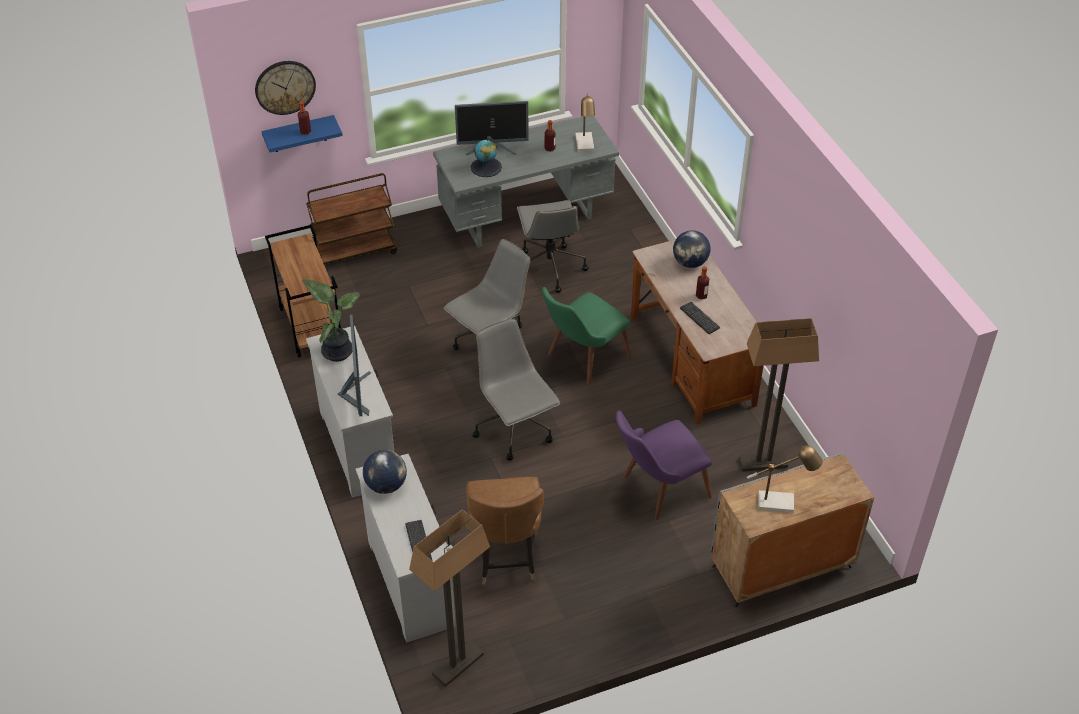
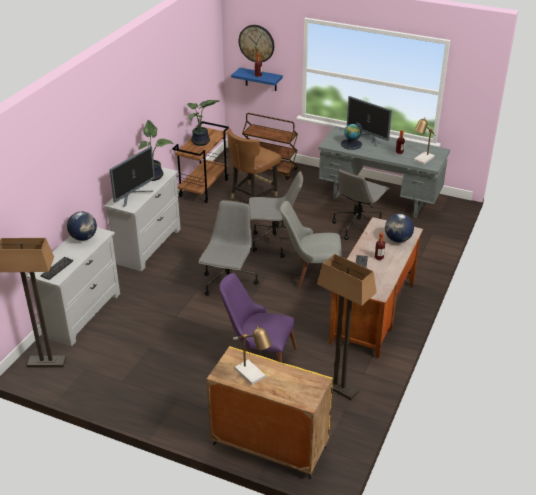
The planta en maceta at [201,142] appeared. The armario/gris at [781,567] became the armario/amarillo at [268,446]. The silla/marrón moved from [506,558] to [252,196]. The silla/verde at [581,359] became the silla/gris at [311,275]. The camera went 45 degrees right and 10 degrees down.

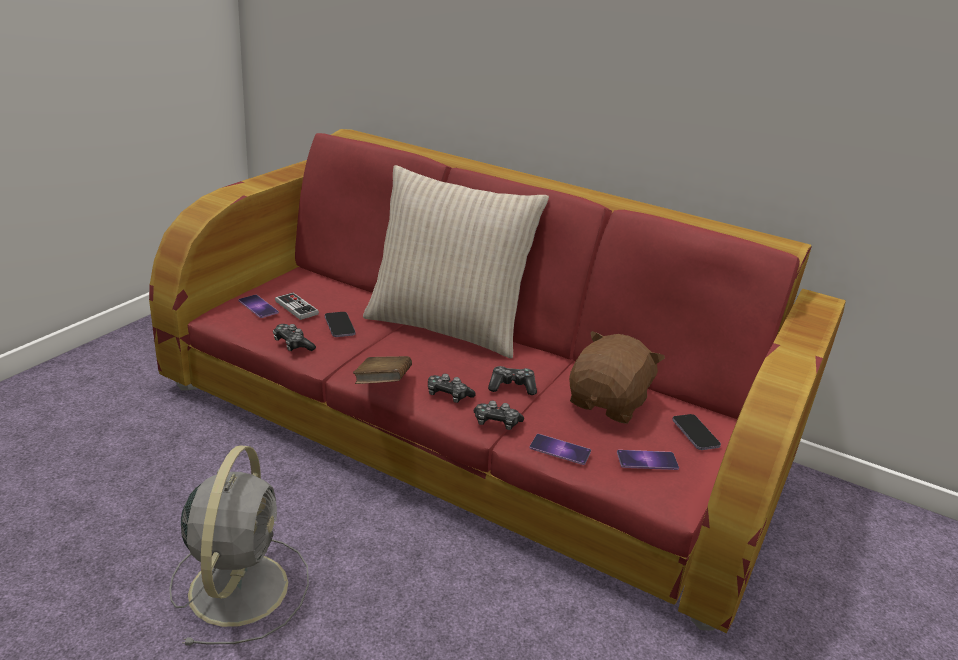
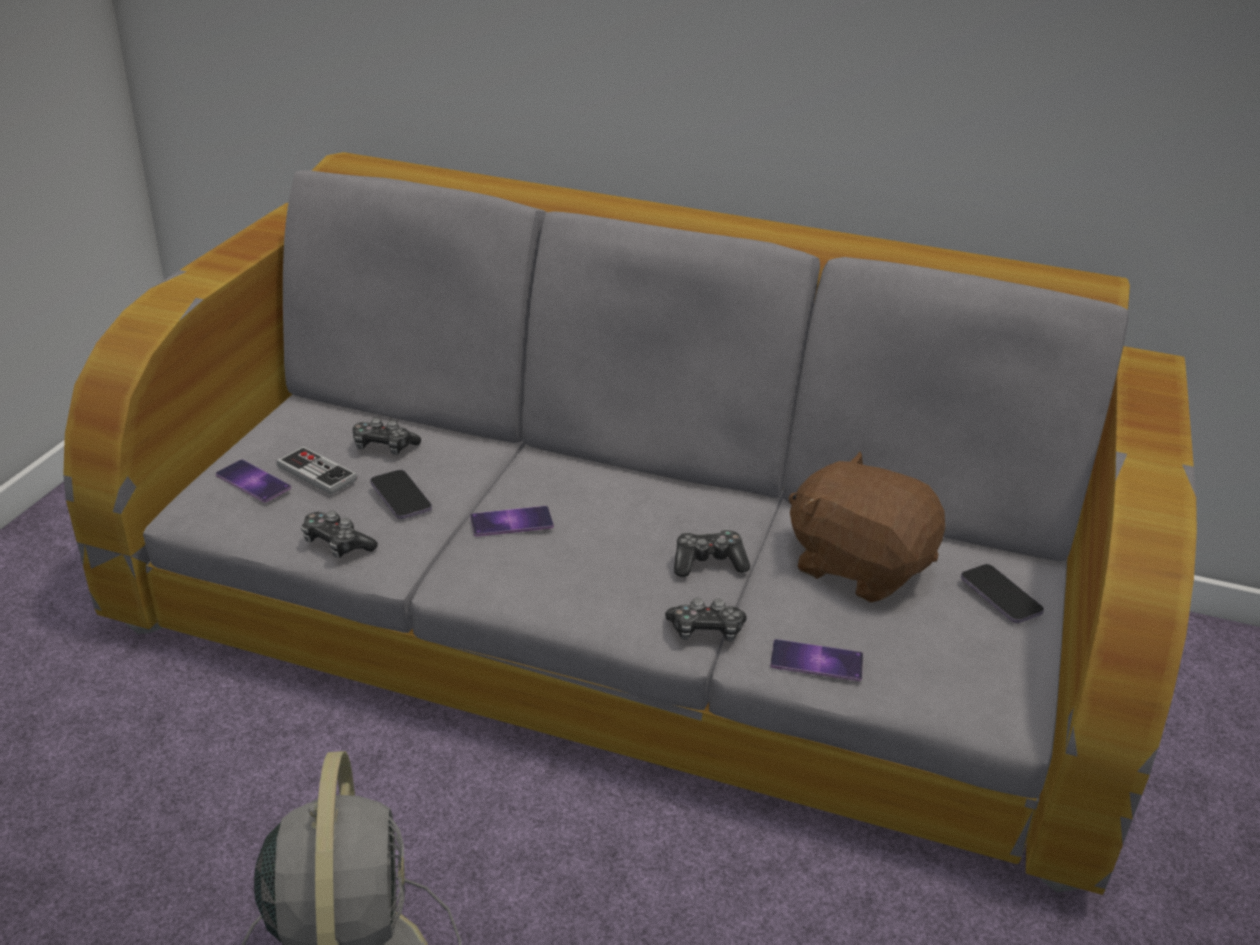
The sofá/rojo at [471,427] became the sofá/gris at [626,619]. The mando de consola moved from [448,395] to [384,447]. The móvil moved from [647,460] to [511,522]. The peluche/marrón at [608,403] turned 75 degrees counterclockwise. The libro/marrón at [382,384] disappeared. The cojín/beis at [447,327] disappeared. The camera went 10 degrees left and 5 degrees up.

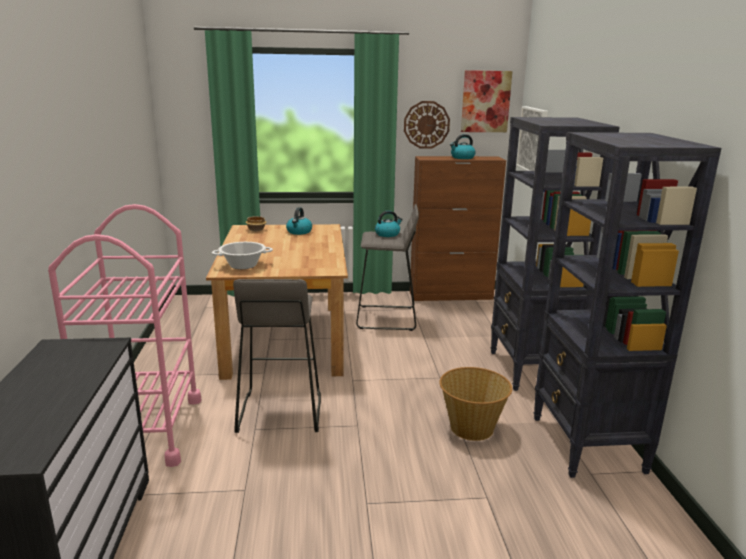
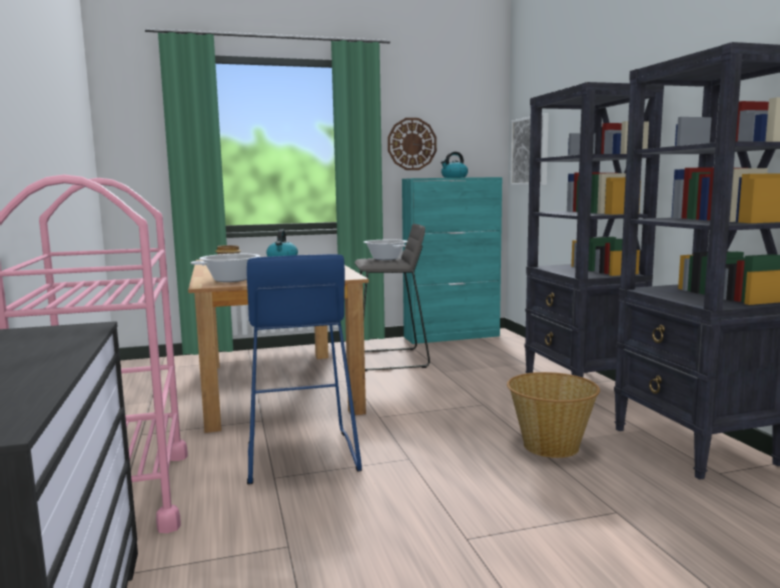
The taburete/gris at [279,412] became the taburete/azul at [300,457]. The hervidor at [387,234] was replaced by the olla at [385,258]. The armario/marrón at [451,295] became the armario/turquesa at [452,336]. The cuadro at [485,101] disappeared. The camera went 10 degrees left and 10 degrees down.

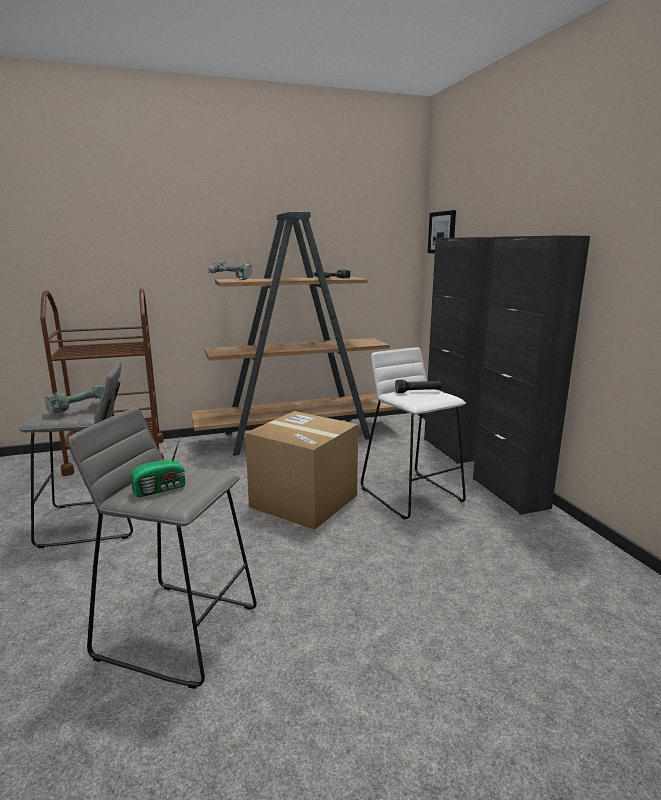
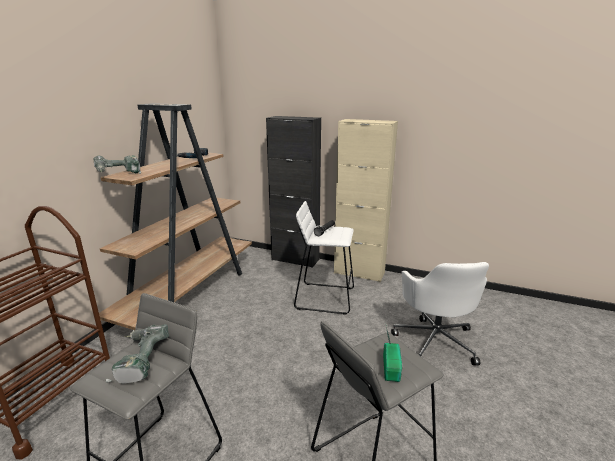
The armario/negro at [509,493] became the armario/beis at [359,273]. The silla de oficina/blanco at [435,341] appeared. The caja de cartón at [304,501] disappeared. The cuadro at [442,232] disappeared. The camera went 50 degrees left and 5 degrees up.

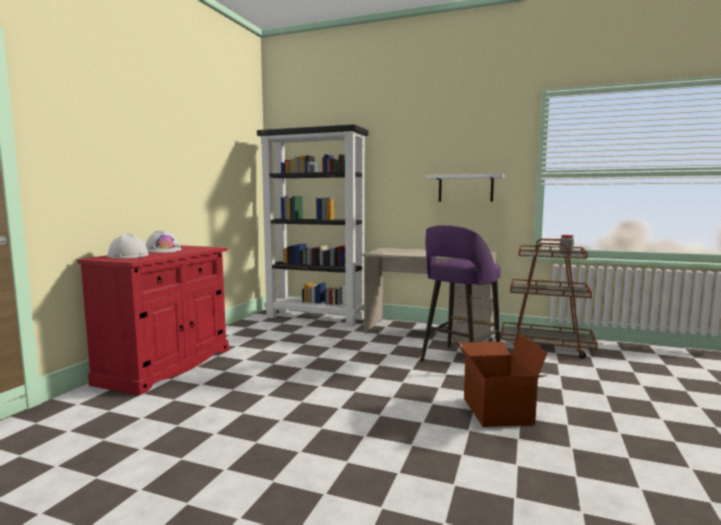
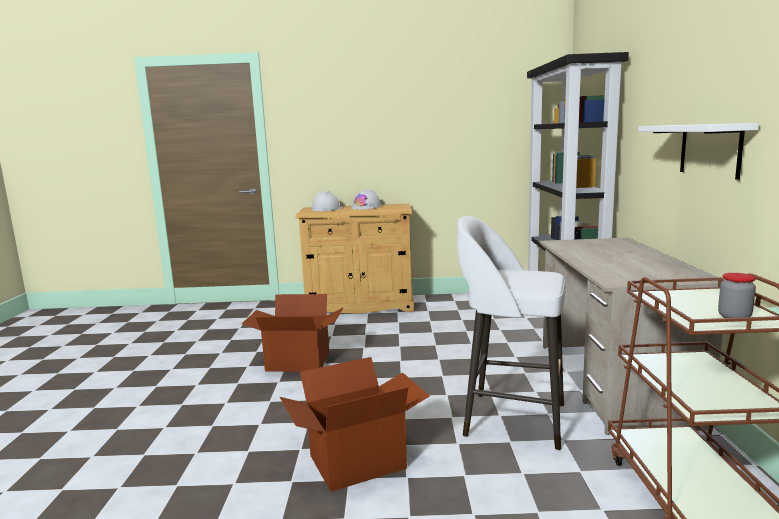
The caja de cartón at [297,362] appeared. The armario/rojo at [166,366] became the armario/beis at [360,305]. The taburete/morado at [459,360] became the taburete/blanco at [511,419]. The camera went 70 degrees right and 5 degrees up.

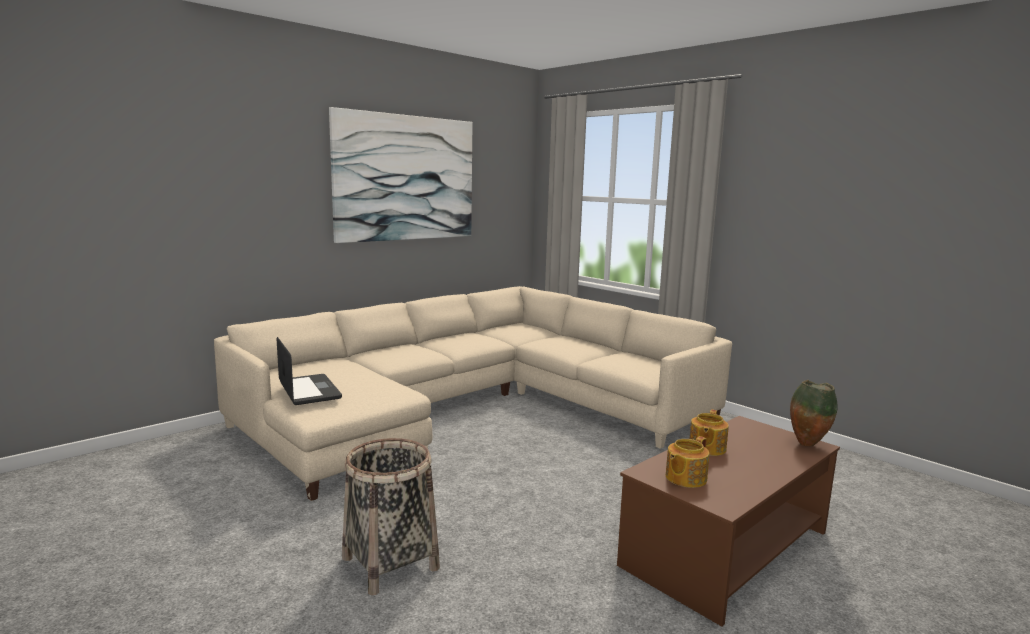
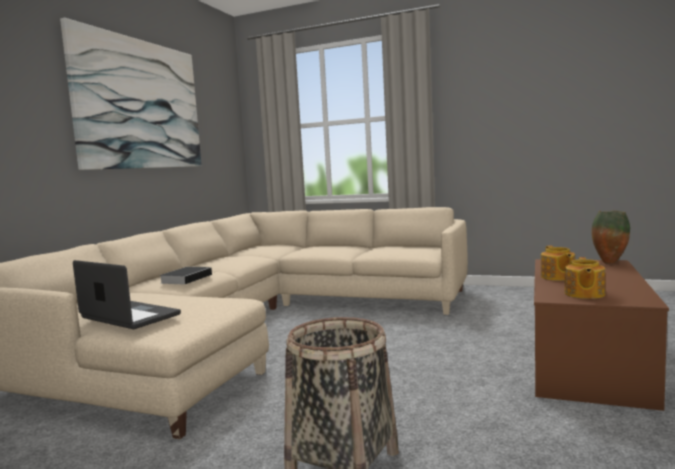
The libro at [187,278] appeared. The camera went 25 degrees left and 5 degrees down.

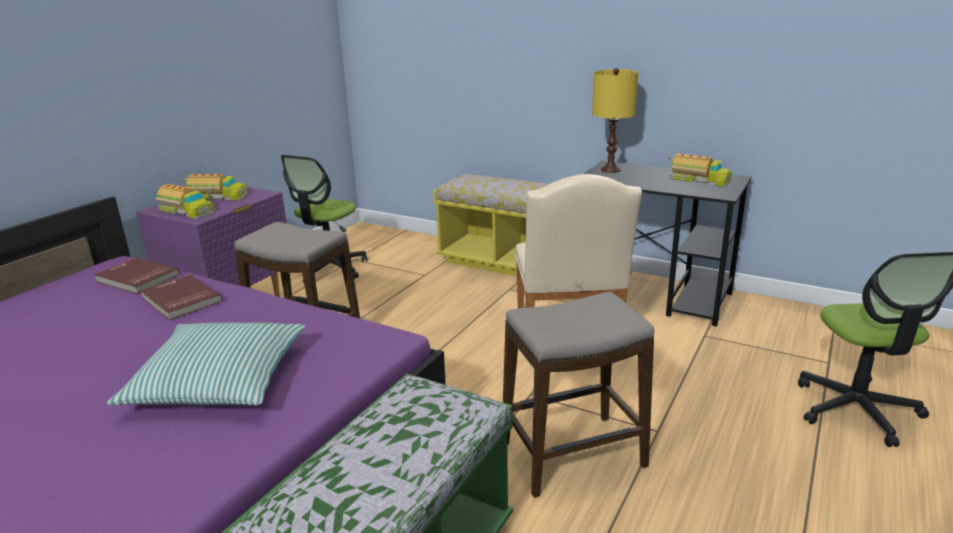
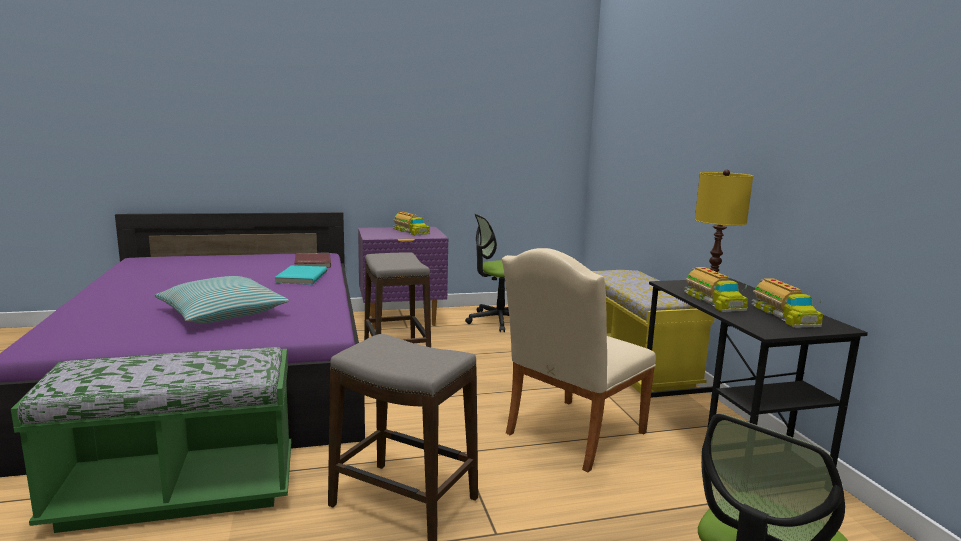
The libro/rojo at [180,300] became the libro/turquesa at [300,277]. The camión de juguete moved from [185,211] to [712,301]. The camera went 45 degrees right and 10 degrees down.

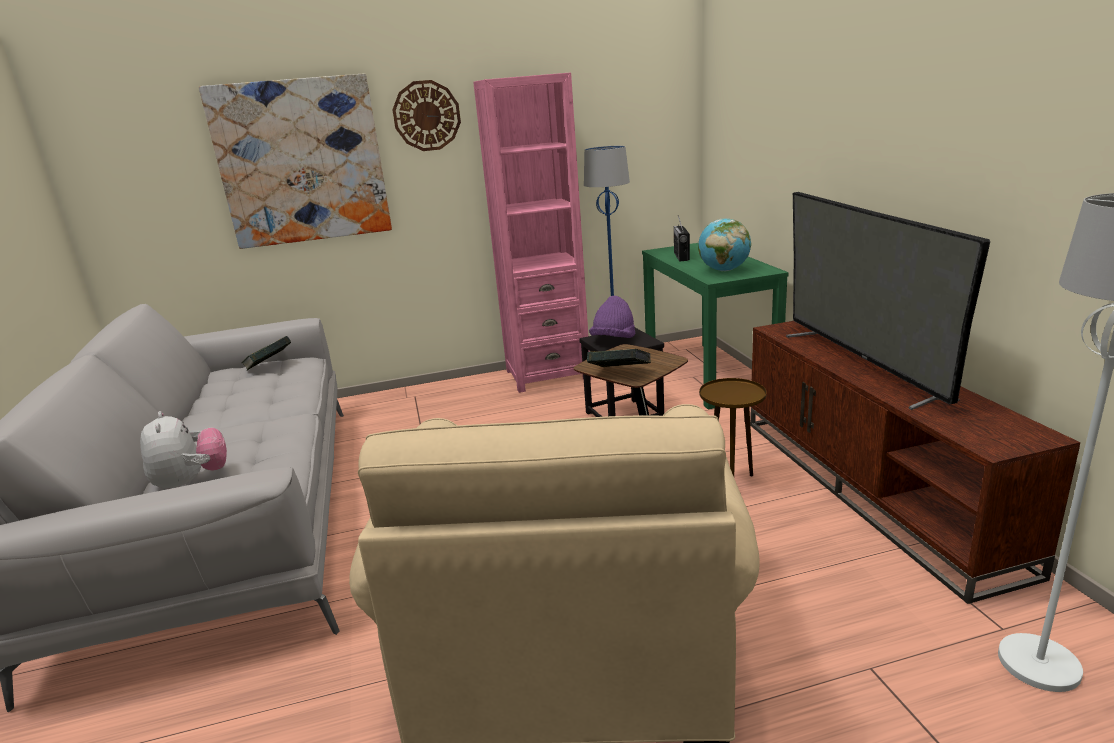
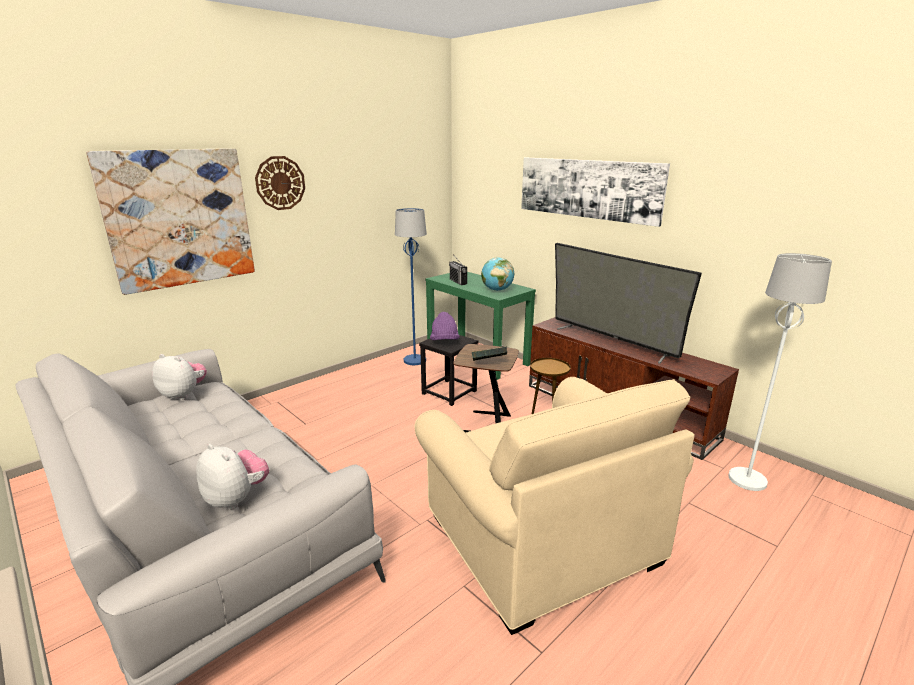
The libro at [269,366] was replaced by the peluche at [184,394]. The cuadro at [587,188] appeared. The estantería/rosa at [547,375] disappeared. The camera went 30 degrees left and 0 degrees up.

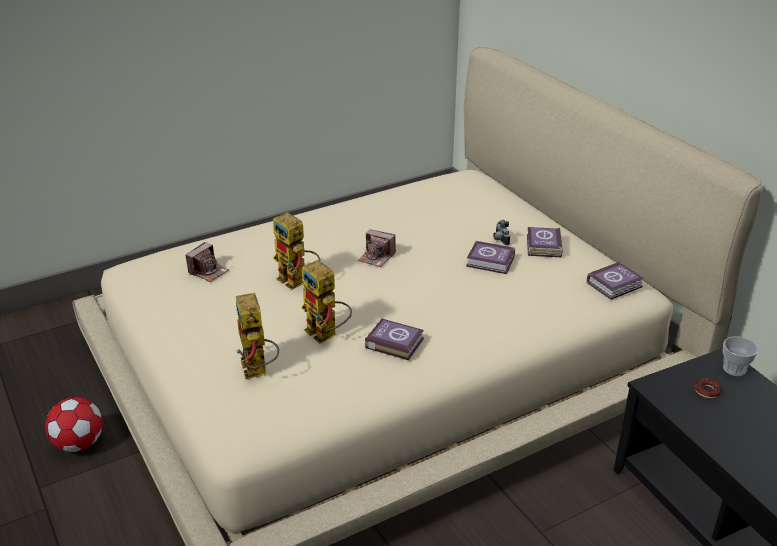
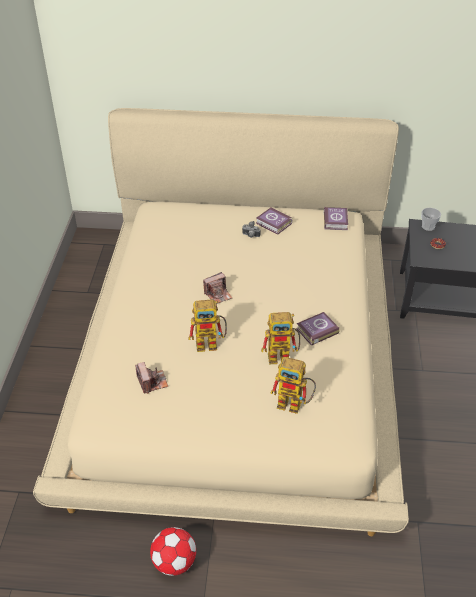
The libro at [491,262] disappeared. The camera went 55 degrees left and 10 degrees up.

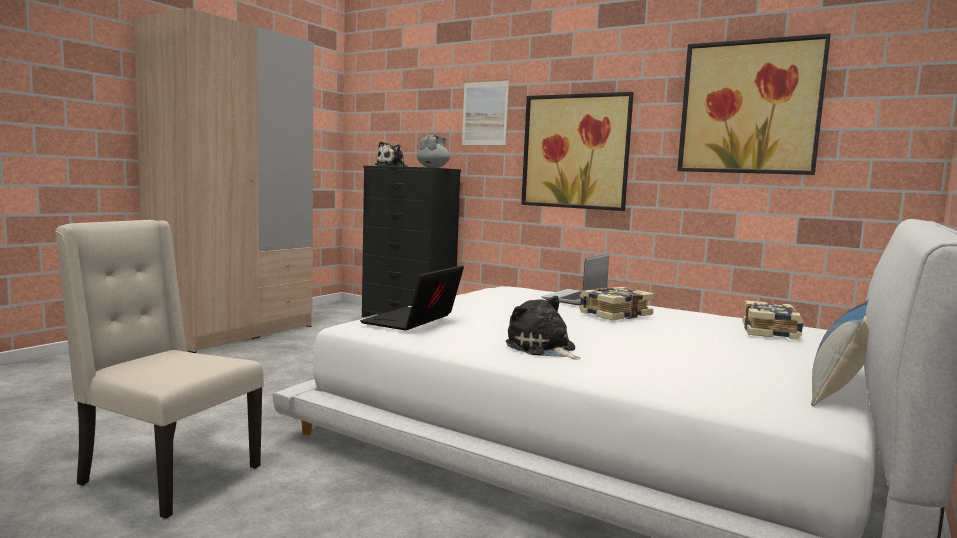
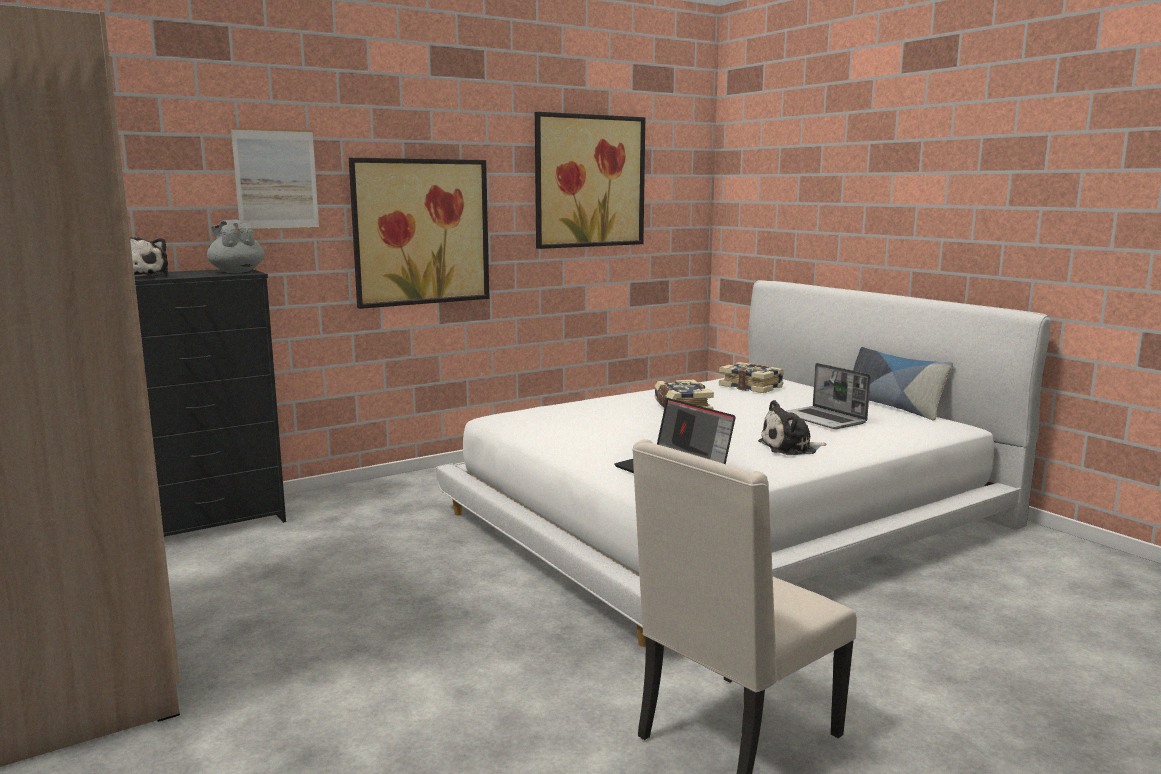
The portátil moved from [575,299] to [824,419]. The camera went 65 degrees left and 5 degrees up.

